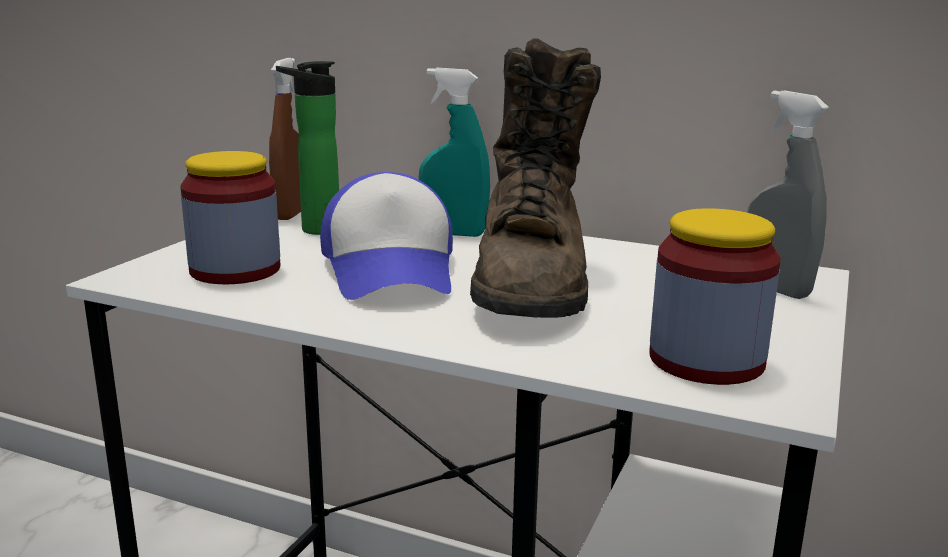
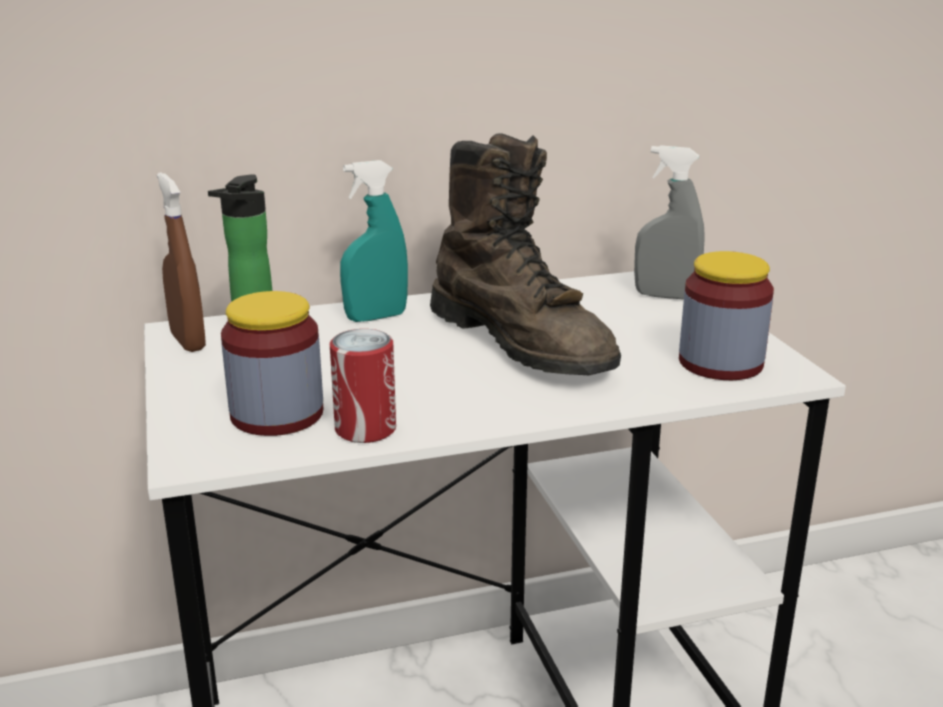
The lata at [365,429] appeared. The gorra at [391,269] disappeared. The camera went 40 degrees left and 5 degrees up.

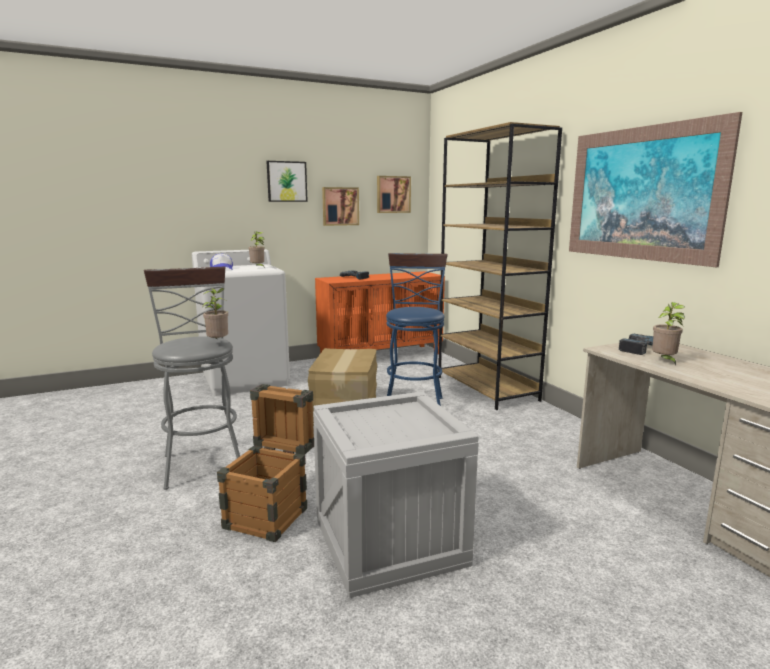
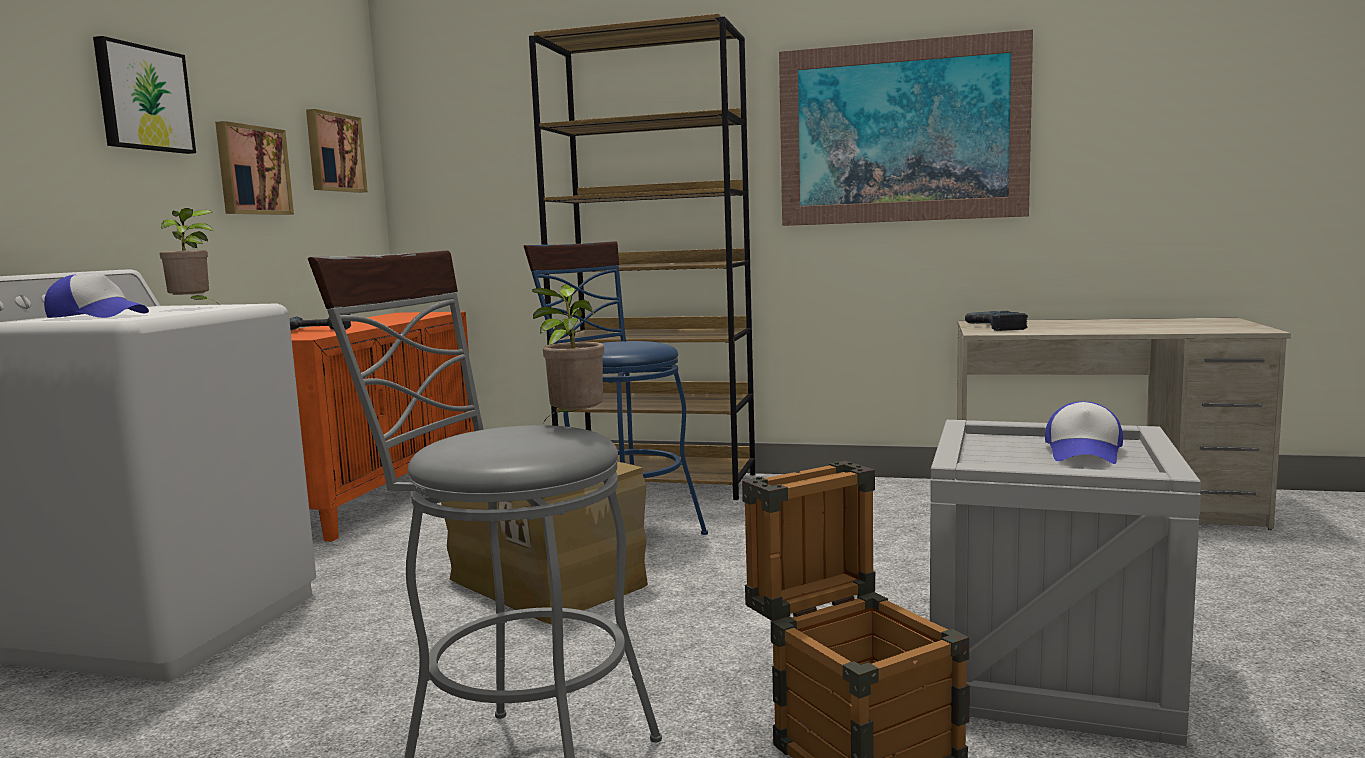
The gorra at [1084,452] appeared. The planta en maceta at [664,361] disappeared. The camera went 50 degrees left and 5 degrees down.

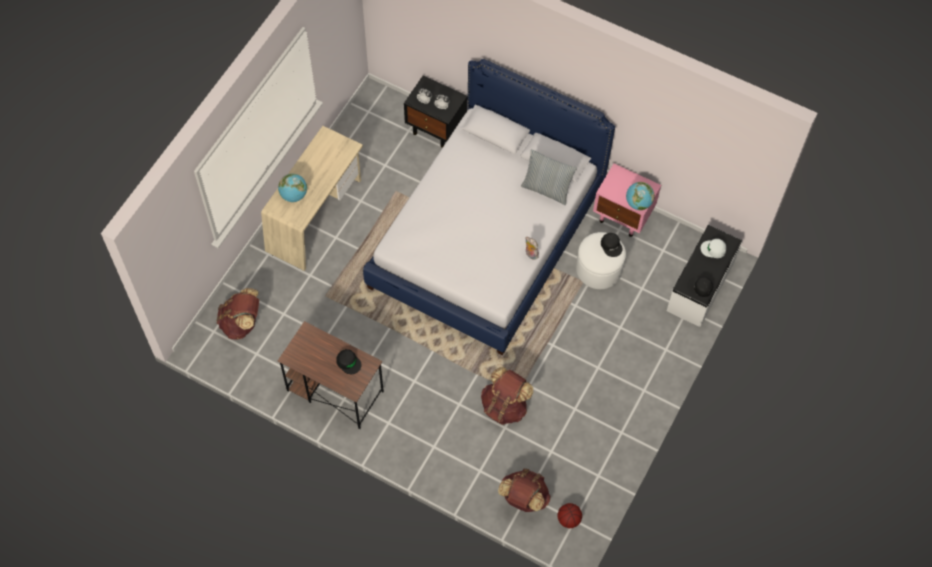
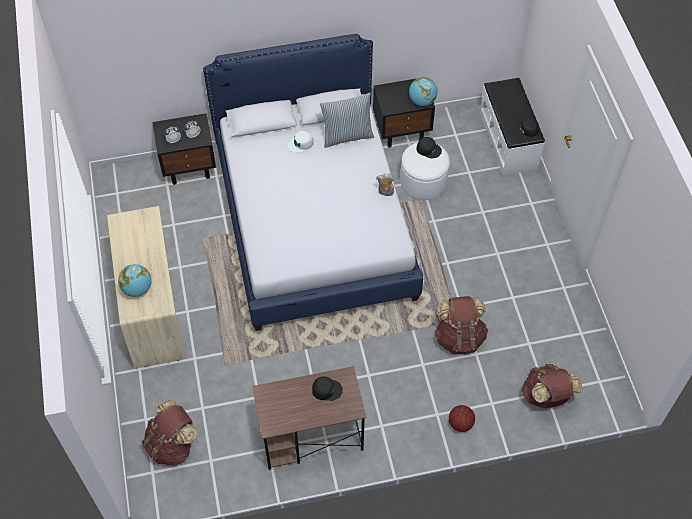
The gorra/blanco moved from [713,249] to [301,143]. The mesita de noche/rosa at [623,216] became the mesita de noche/negro at [402,131]. The balón de baloncesto moved from [569,519] to [460,423]. The camera went 40 degrees left and 5 degrees down.

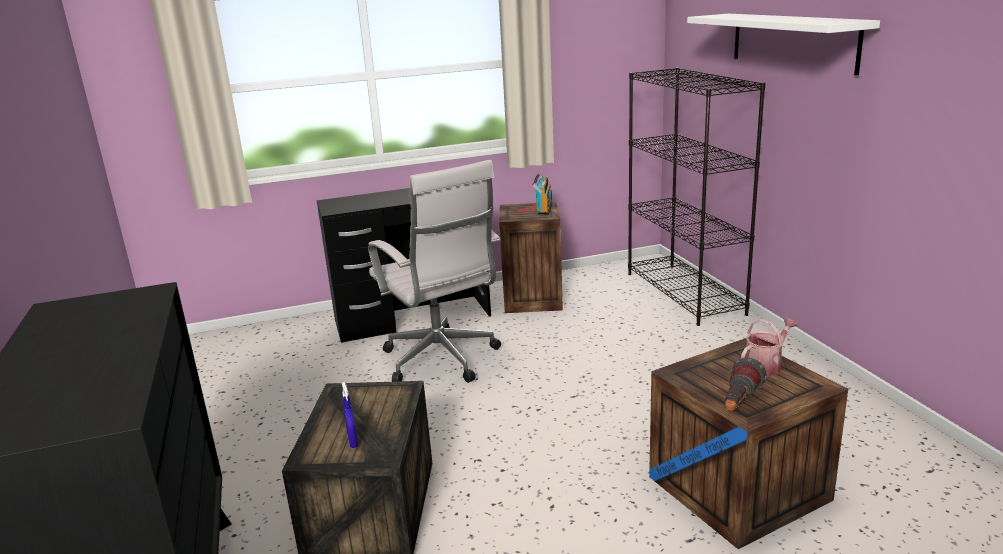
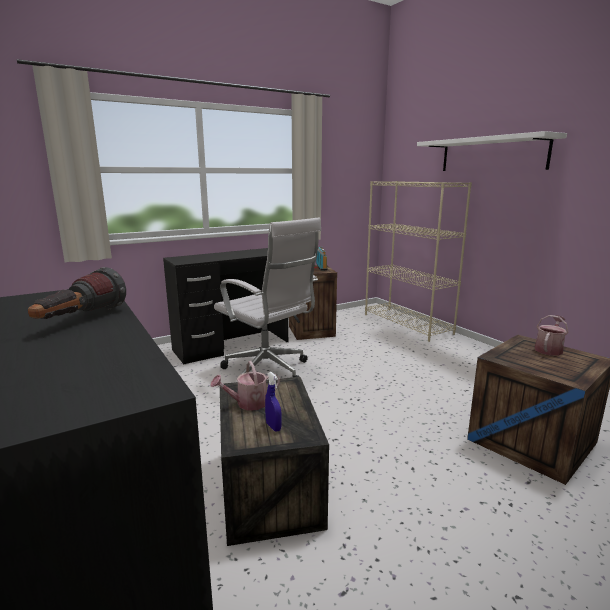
The linterna moved from [739,404] to [80,320]. The regadera at [247,403] appeared. The estantería/negro at [685,293] became the estantería/beis at [407,324]. The camera went 15 degrees left and 5 degrees down.

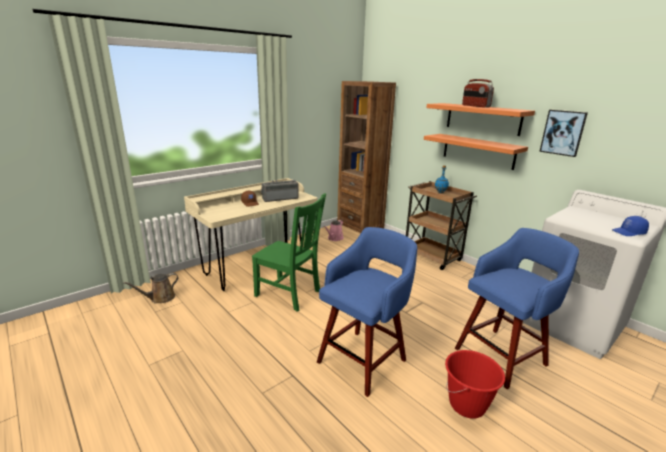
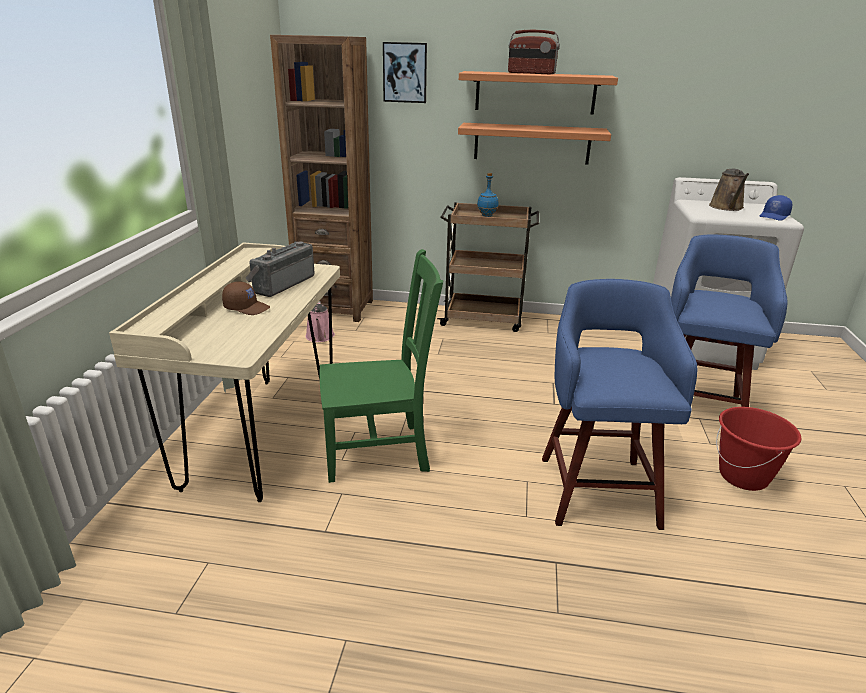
The cuadro moved from [563,132] to [405,72]. The regadera/marrón moved from [160,298] to [727,207]. The camera went 40 degrees left and 5 degrees up.

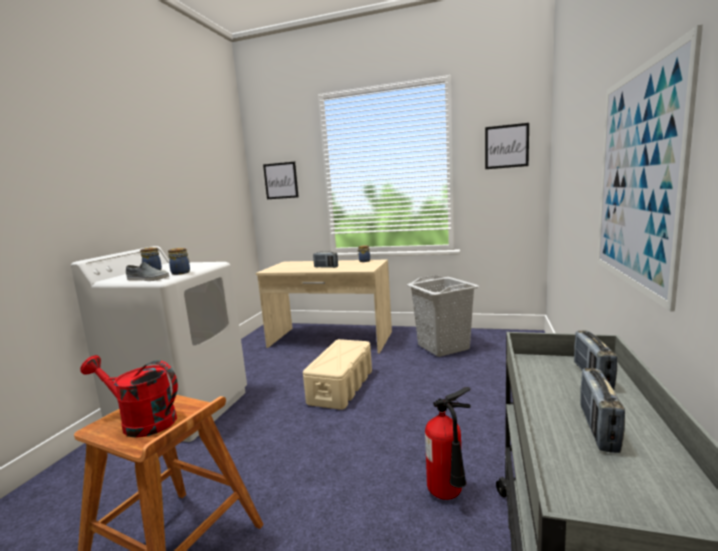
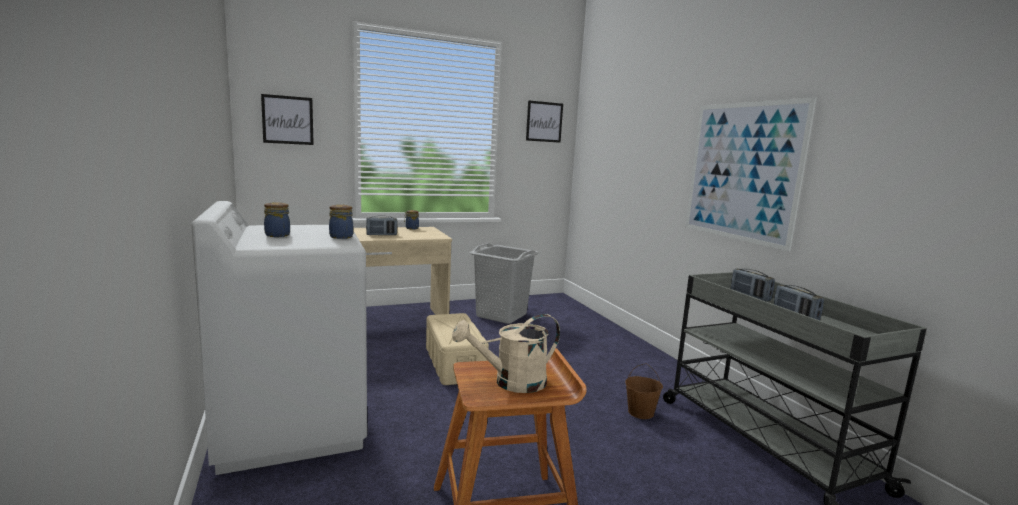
The regadera/rojo at [141,422] became the regadera/beis at [511,383]. The extintor at [449,495] was replaced by the cubo/marrón at [641,412]. The zapato/gris at [147,279] disappeared. The camera went 40 degrees left and 0 degrees up.

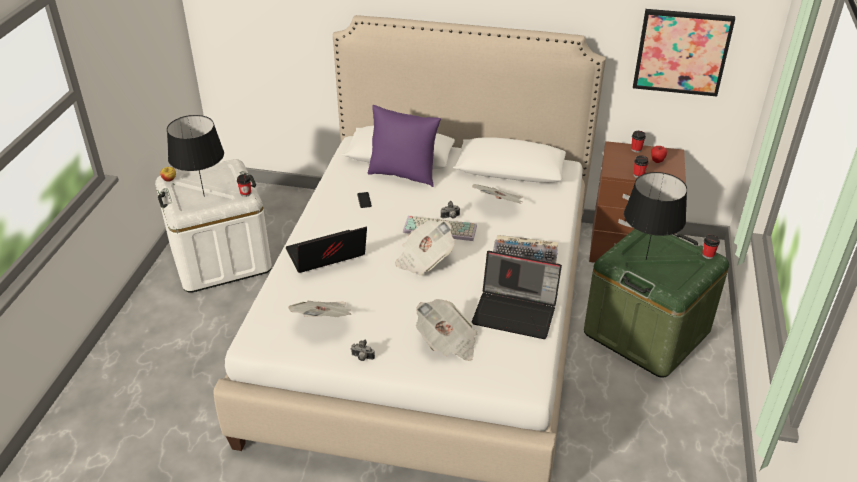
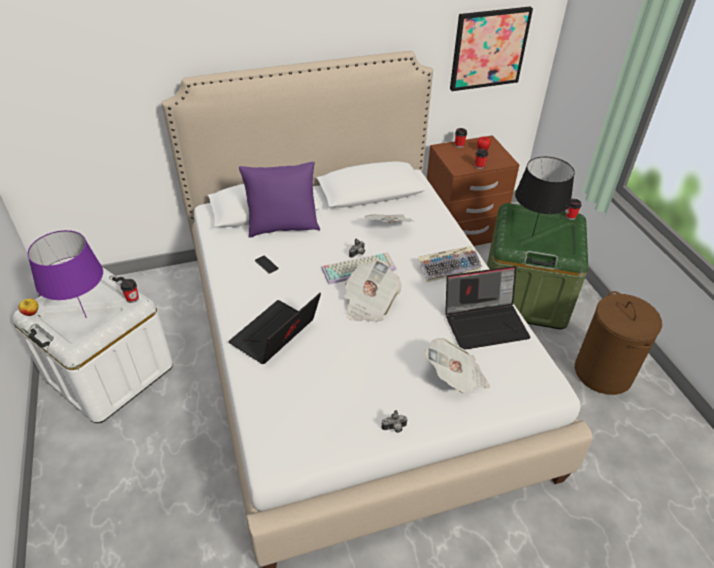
The lámpara de mesa/negro at [204,196] became the lámpara de mesa/morado at [86,317]. The cesto de la ropa/marrón at [603,373] appeared. The periódico at [324,320] disappeared. The camera went 30 degrees left and 5 degrees up.

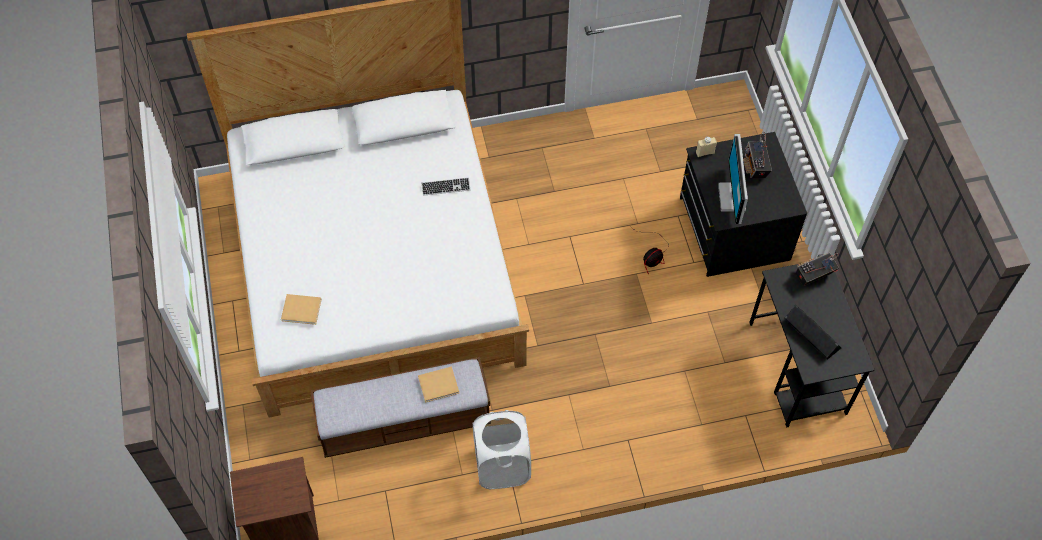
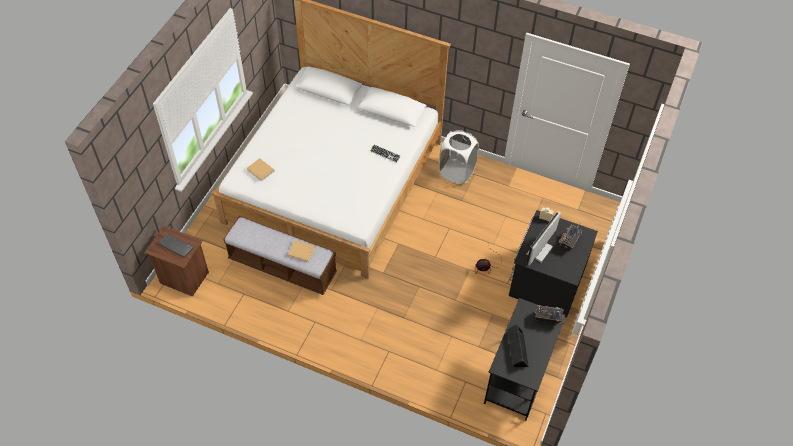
The teclado at [175,246] appeared. The cesto de la ropa/blanco moved from [502,466] to [456,172]. The camera went 35 degrees right and 5 degrees down.

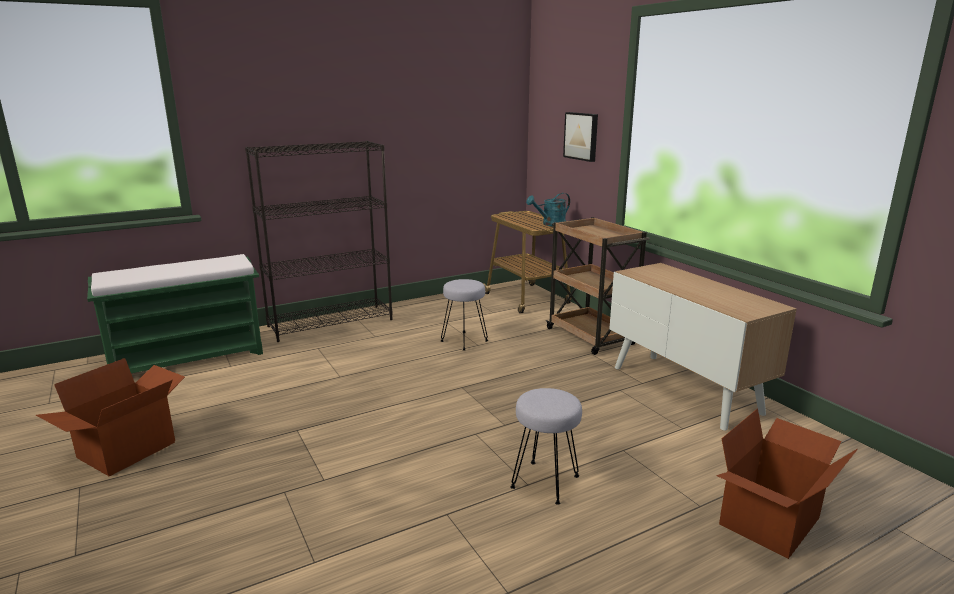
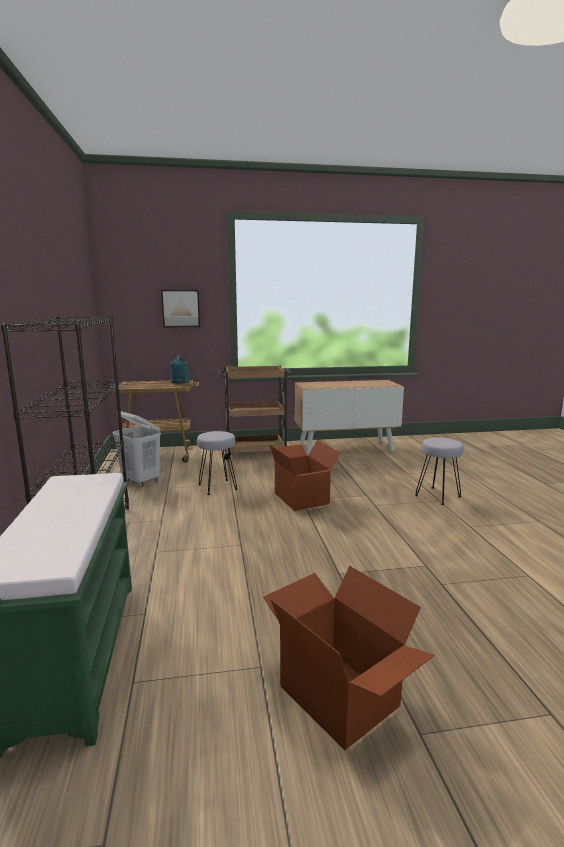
The cesto de la ropa/blanco at [141,481] appeared. The caja de cartón moved from [771,522] to [302,498]. The camera went 70 degrees left and 5 degrees down.

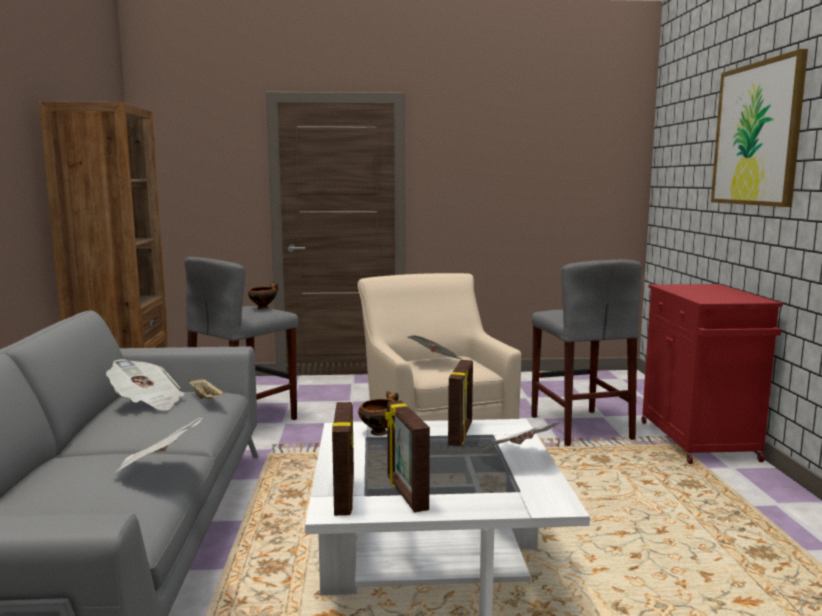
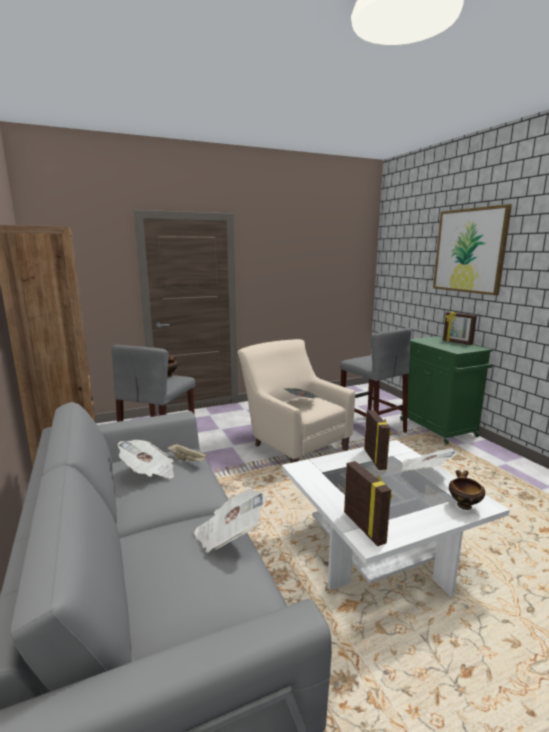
The armario/rojo at [699,442] became the armario/verde at [438,428]. The portarretratos moved from [406,494] to [457,342]. The cuenco moved from [379,432] to [463,505]. The camera went 20 degrees left and 5 degrees up.

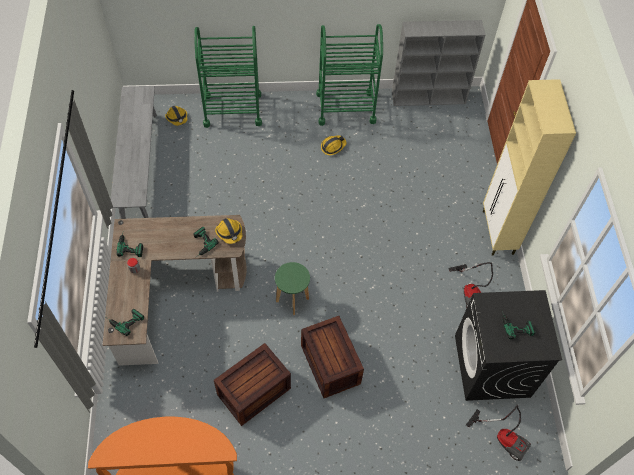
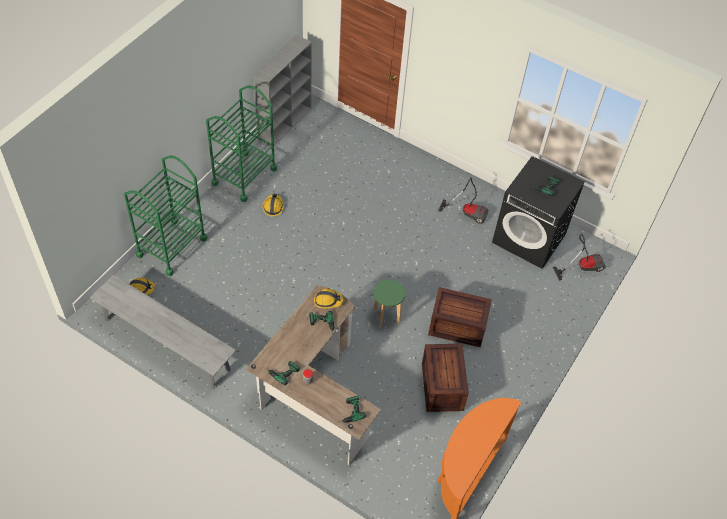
The armario/beis at [497,233] disappeared. The camera went 55 degrees left and 5 degrees down.

